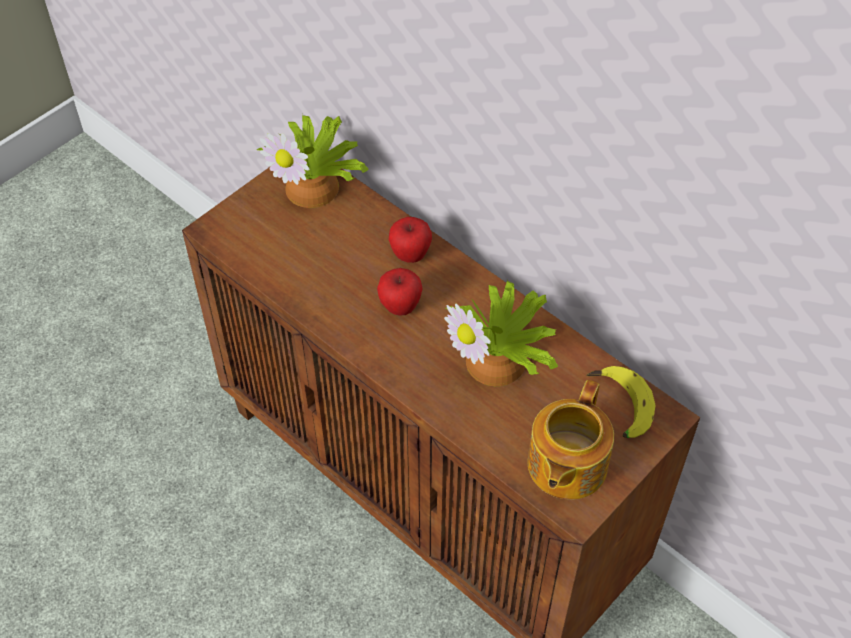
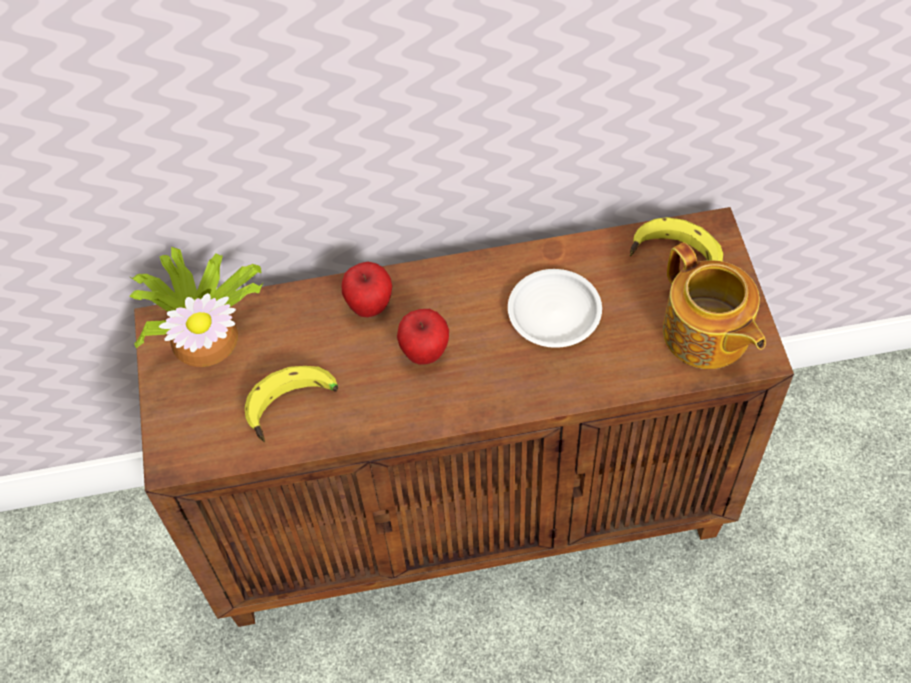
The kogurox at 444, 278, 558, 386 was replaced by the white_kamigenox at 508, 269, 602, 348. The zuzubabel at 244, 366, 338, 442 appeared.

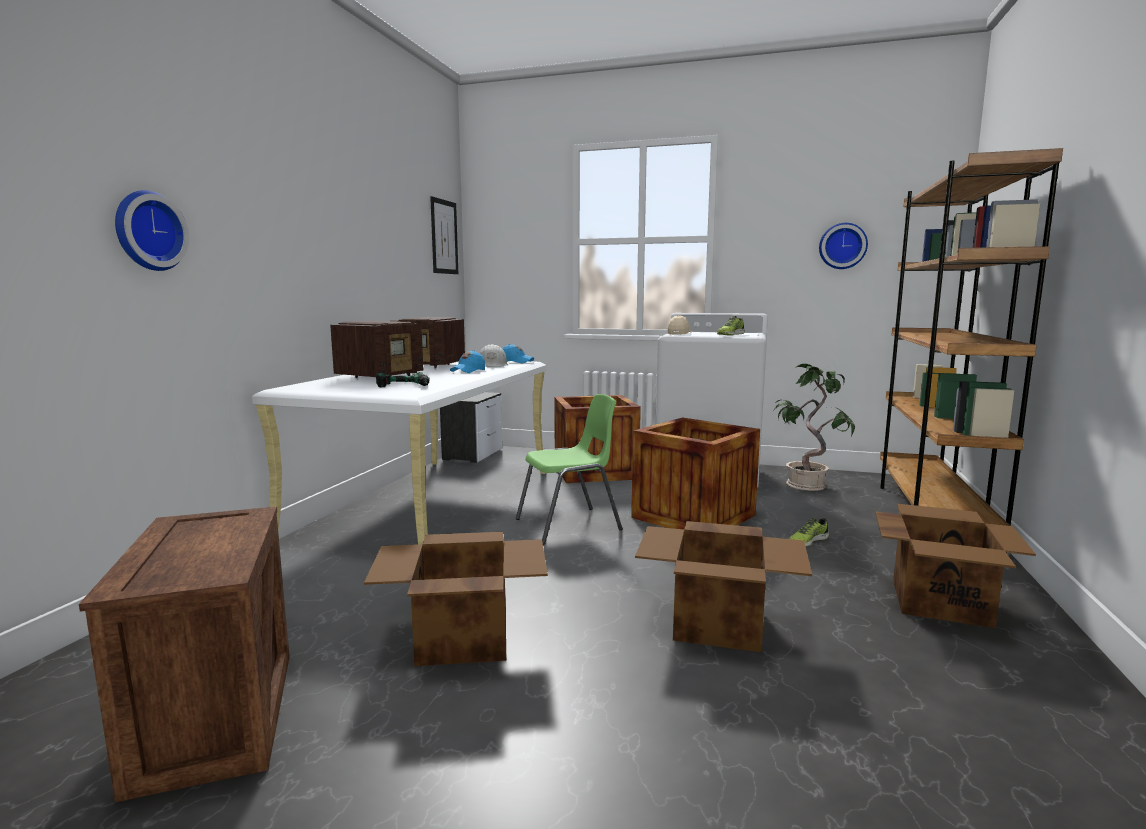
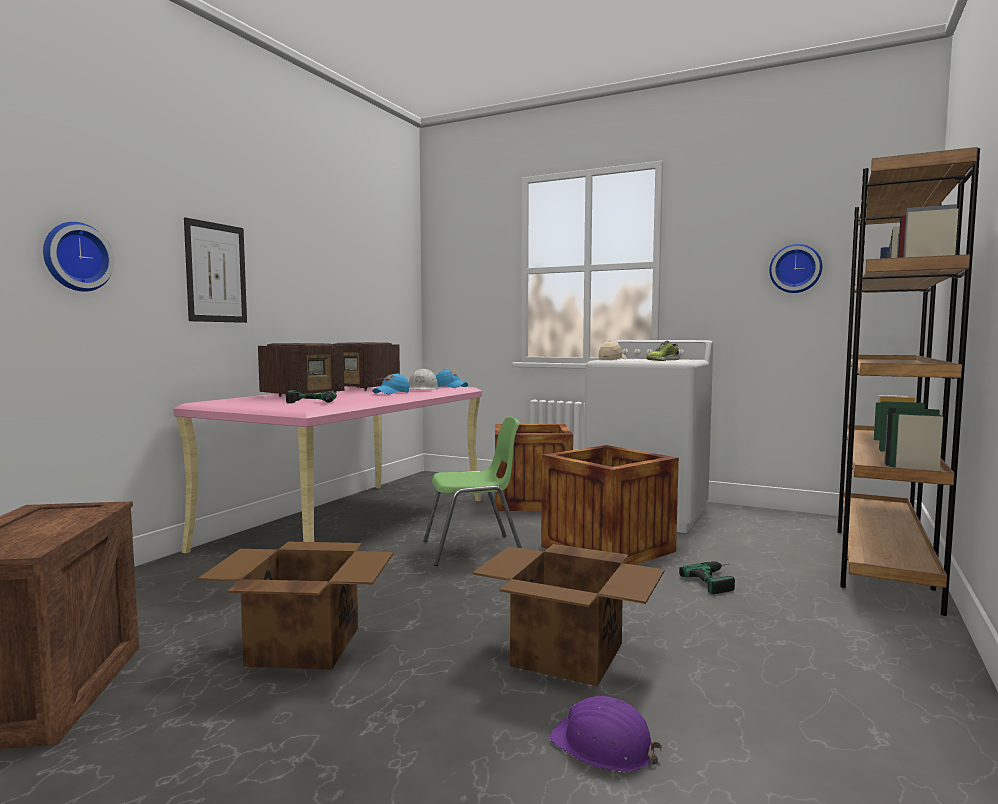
The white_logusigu at 252, 361, 547, 544 became the pink_logusigu at 173, 386, 482, 554. The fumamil moved from 430, 196, 458, 274 to 184, 217, 247, 323. The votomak at 440, 392, 502, 463 disappeared. The kogurox at 773, 364, 855, 491 disappeared. The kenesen at 789, 518, 829, 546 was replaced by the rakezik at 679, 561, 735, 594. The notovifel at 875, 504, 1036, 628 disappeared. The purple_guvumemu at 549, 696, 662, 773 appeared.

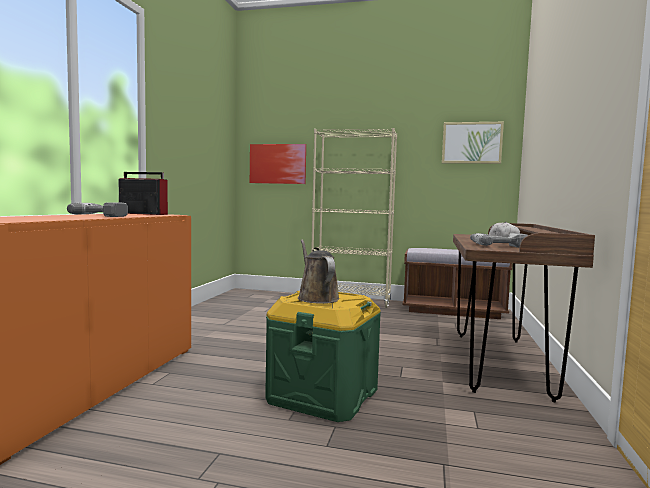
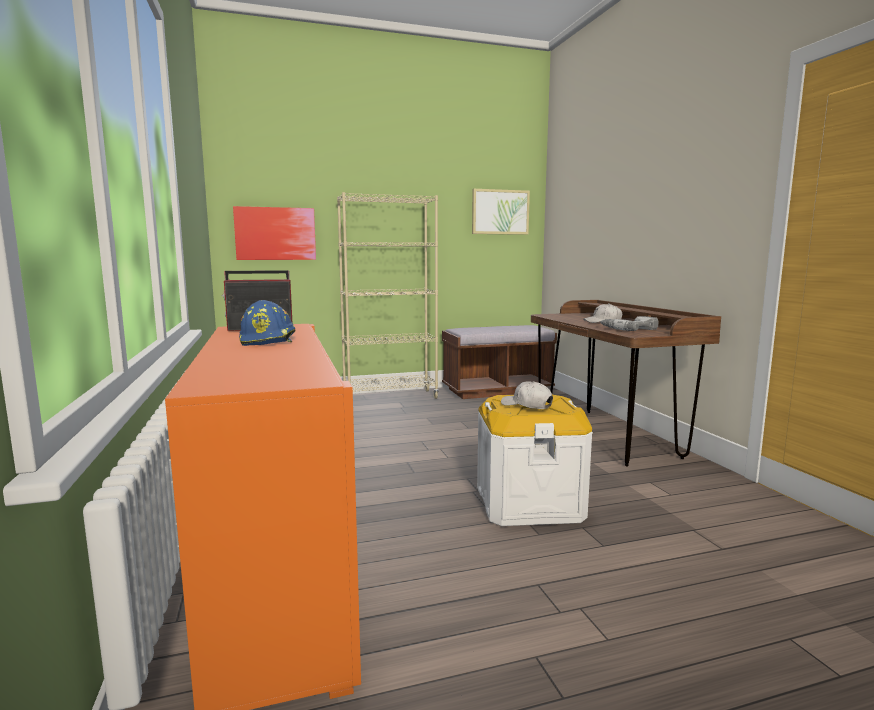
The rakezik at 67, 202, 128, 217 was replaced by the blue_guvumemu at 239, 300, 296, 346. The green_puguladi at 265, 291, 381, 422 became the white_puguladi at 477, 395, 593, 526. The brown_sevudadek at 298, 239, 340, 304 was replaced by the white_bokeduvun at 501, 381, 553, 409.

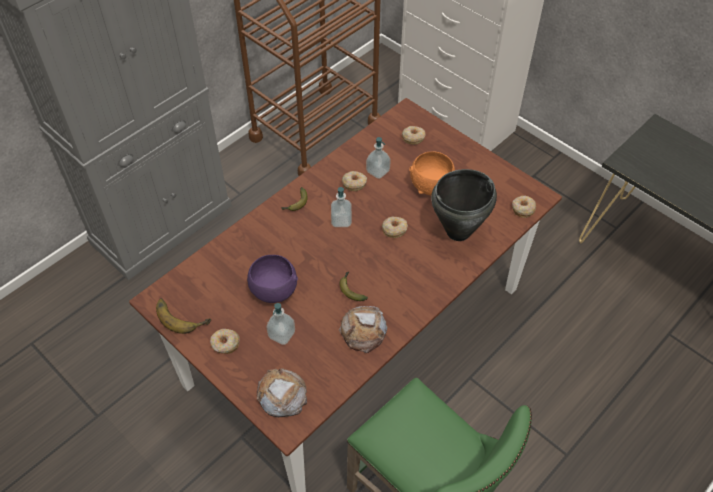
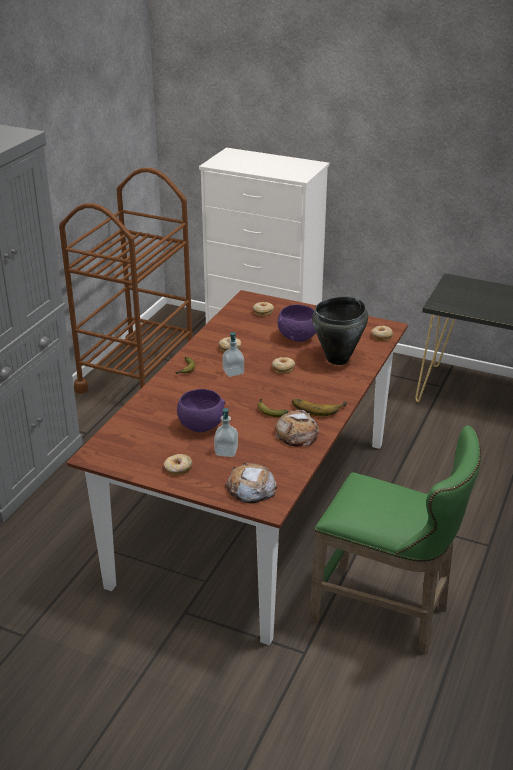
The zuzubabel moved from 156, 298, 211, 334 to 292, 399, 347, 416. The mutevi at 366, 137, 391, 179 disappeared. The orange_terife at 409, 151, 455, 195 became the purple_terife at 277, 305, 316, 342.

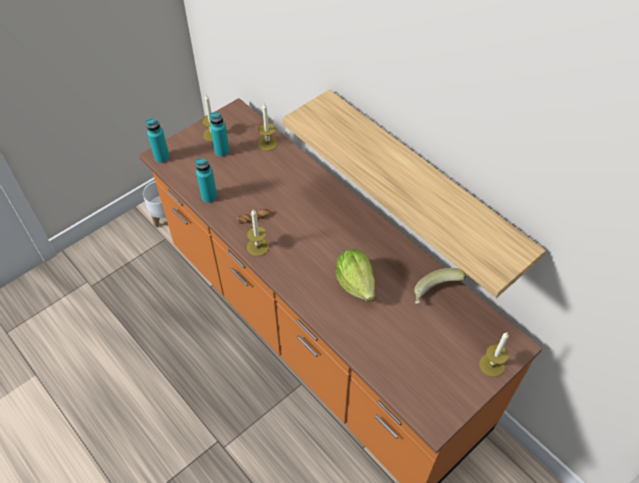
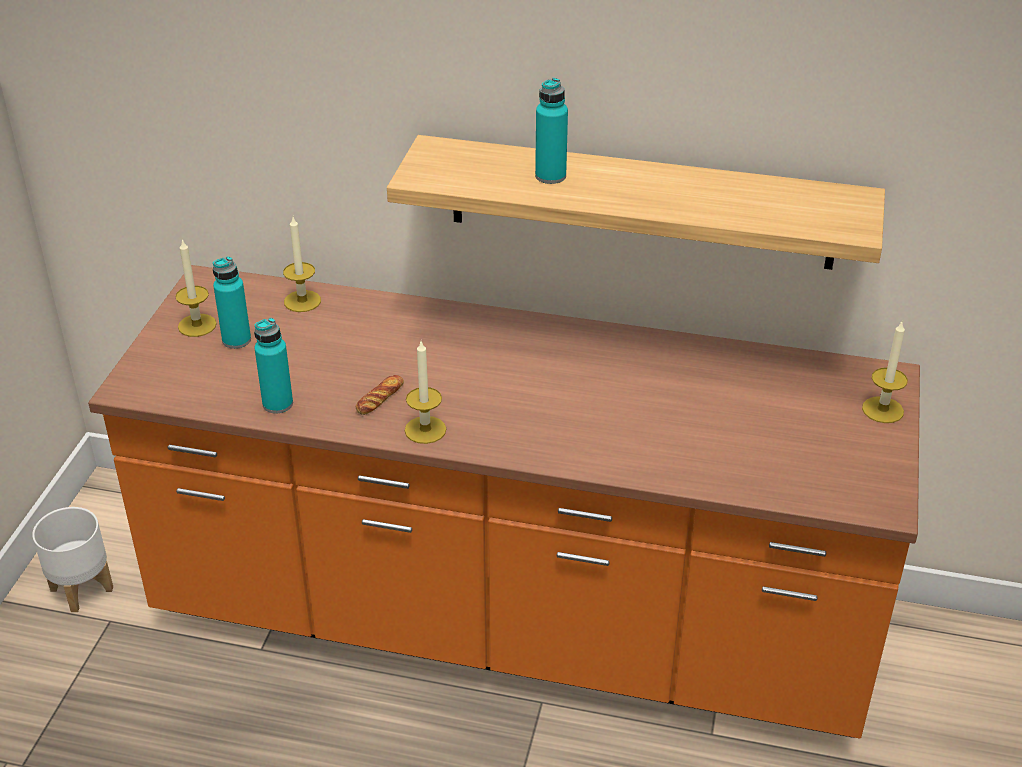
The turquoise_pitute moved from 146, 118, 170, 163 to 535, 78, 568, 184. The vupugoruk at 335, 249, 375, 302 disappeared. The zuzubabel at 414, 268, 466, 304 disappeared.

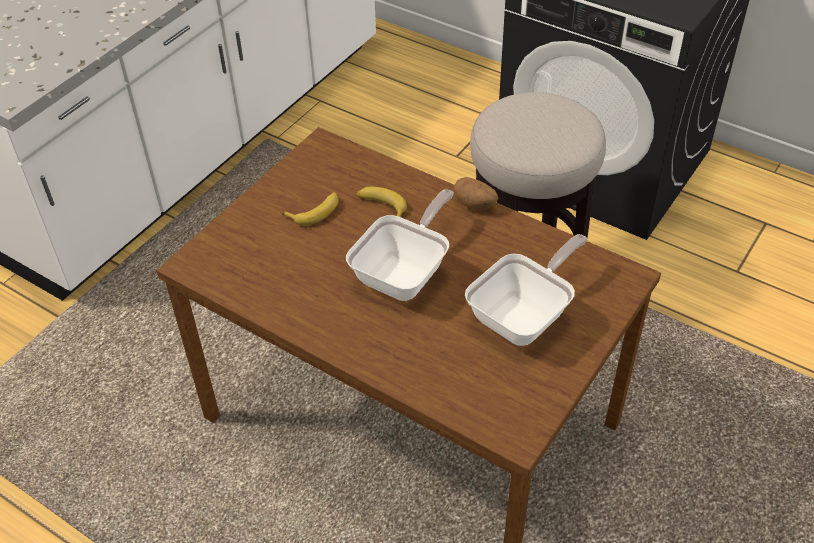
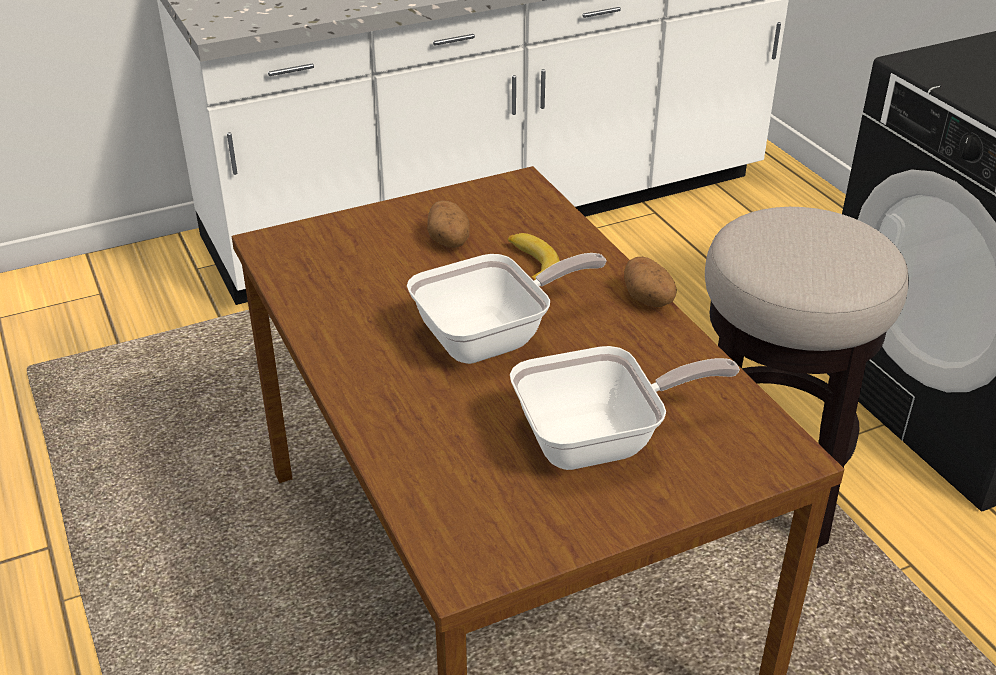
The zuzubabel at 282, 192, 339, 226 was replaced by the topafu at 427, 201, 470, 248.

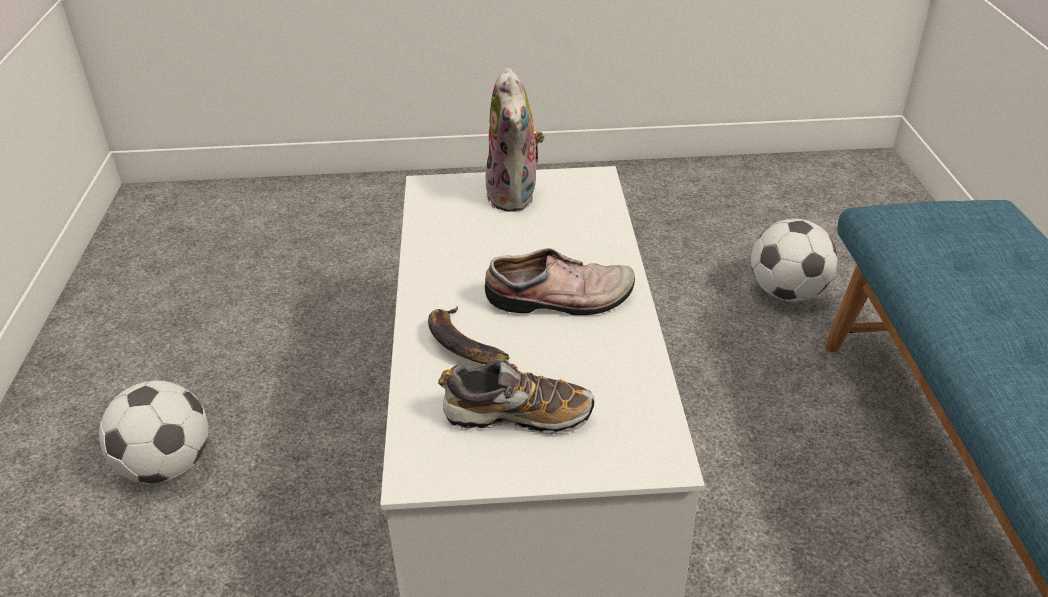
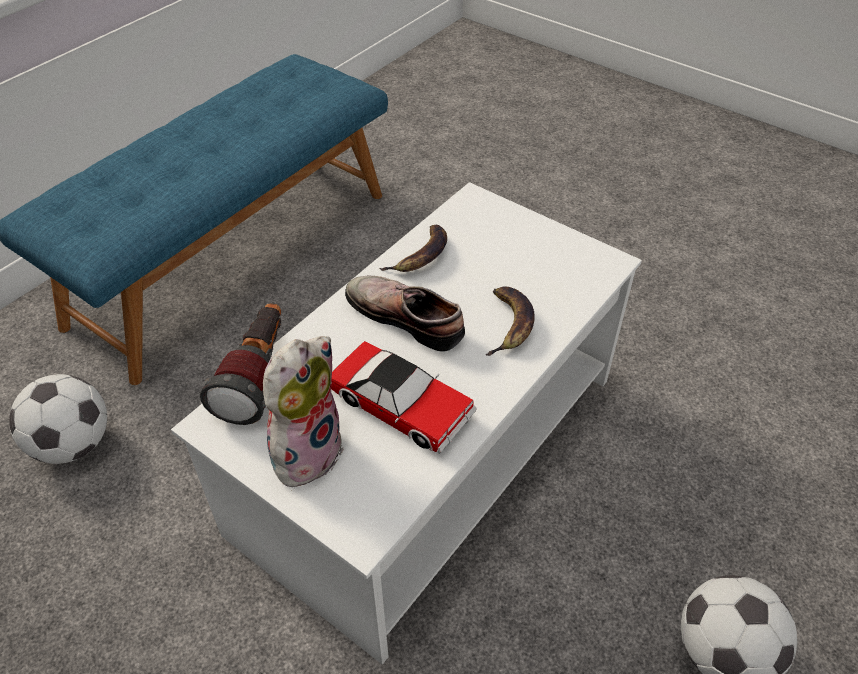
The kenesen at 438, 359, 595, 434 disappeared. The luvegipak at 200, 303, 281, 425 appeared. The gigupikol at 331, 341, 477, 454 appeared. The zuzubabel at 379, 225, 447, 272 appeared.

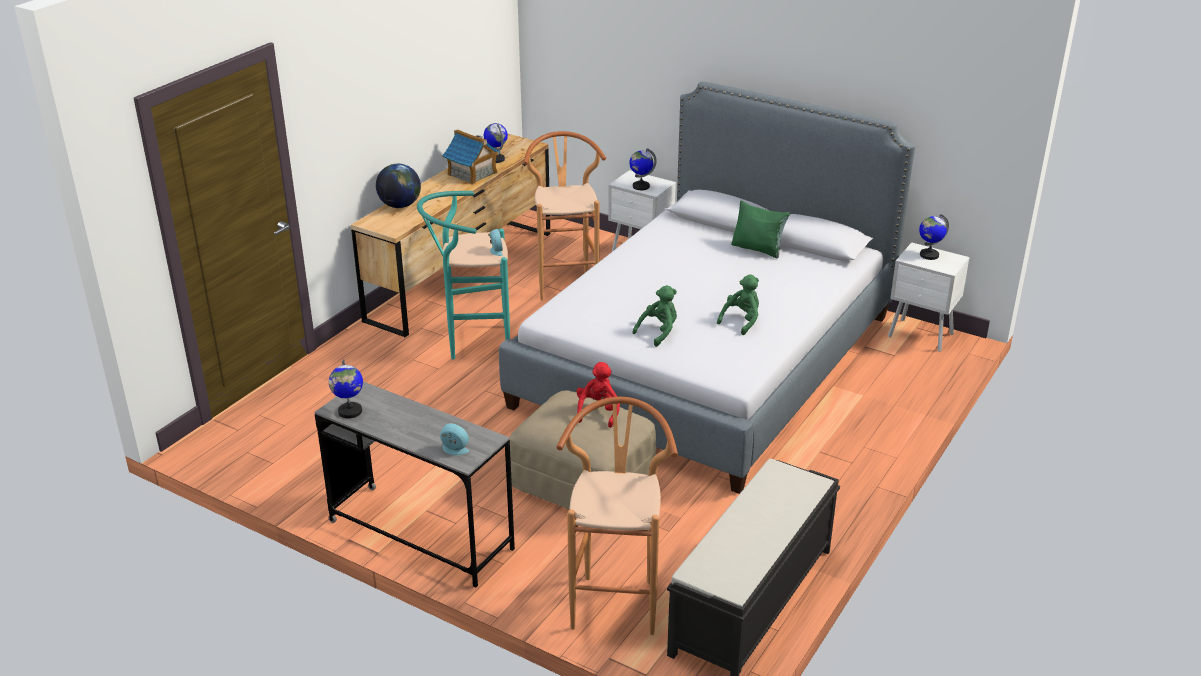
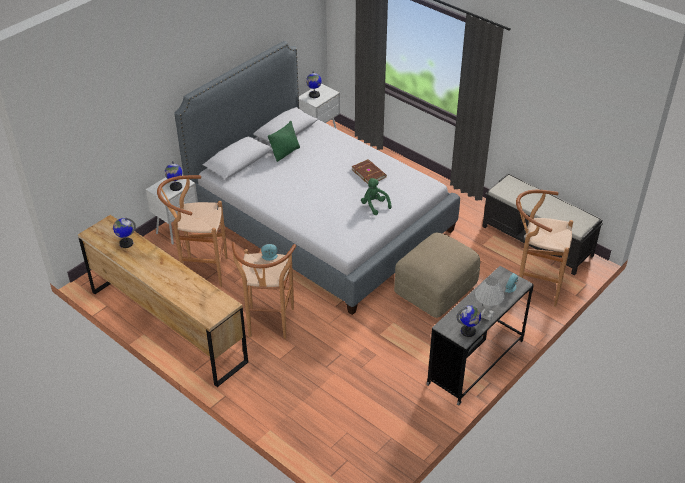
The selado at 376, 164, 421, 208 disappeared. The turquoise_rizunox at 417, 191, 510, 360 became the brown_rizunox at 232, 242, 296, 339. The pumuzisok at 442, 129, 501, 185 disappeared. The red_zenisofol at 576, 362, 620, 428 disappeared. The green_zenisofol at 717, 274, 759, 335 was replaced by the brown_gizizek at 351, 159, 387, 184. The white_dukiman at 475, 276, 505, 320 appeared.

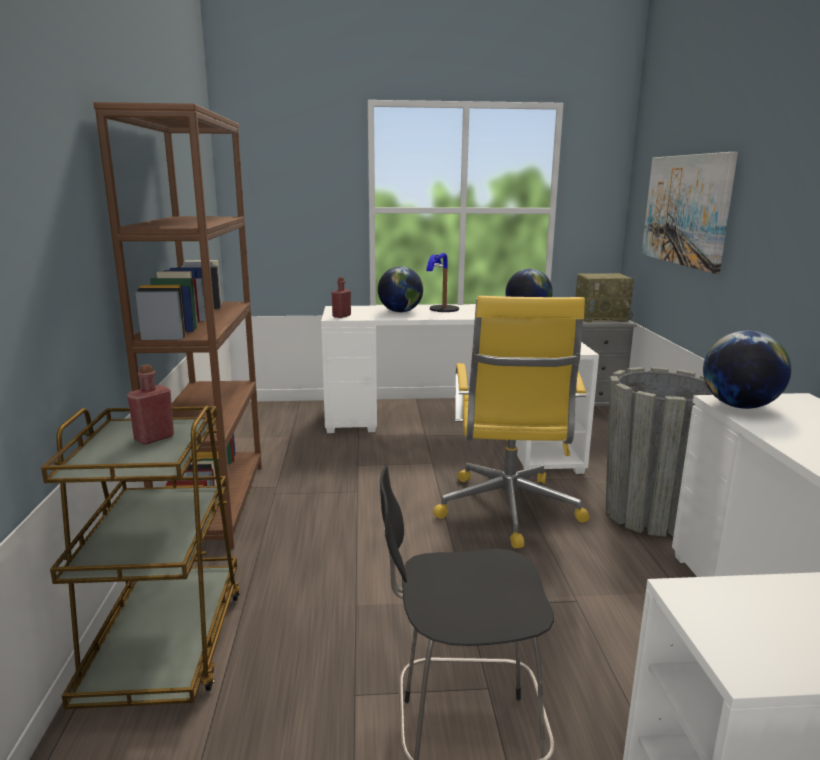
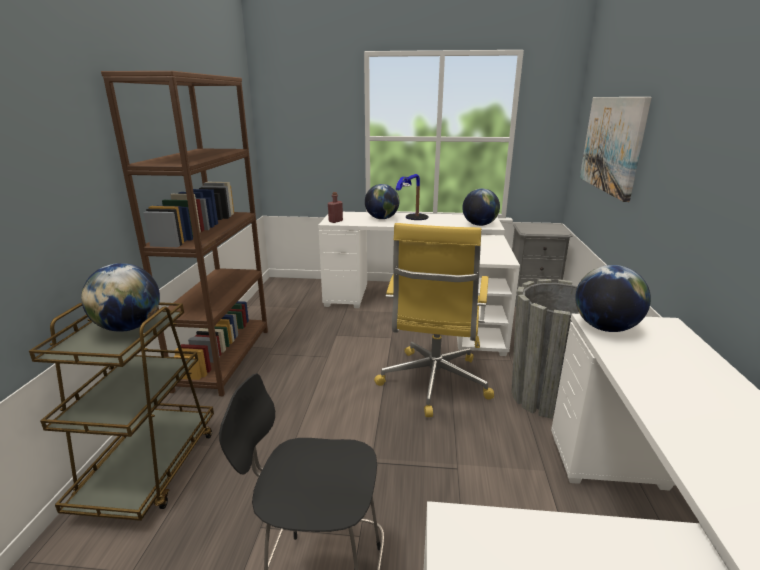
The red_pitute at 127, 364, 174, 445 was replaced by the selado at 81, 263, 160, 332. The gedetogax at 576, 273, 634, 322 disappeared.

